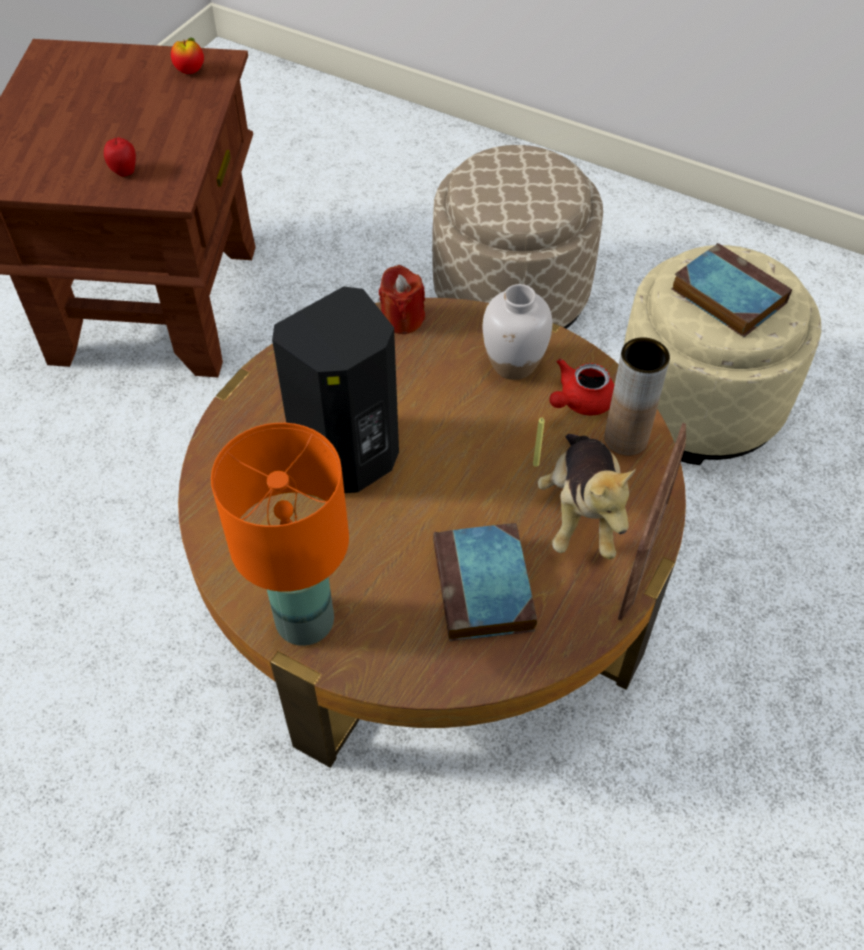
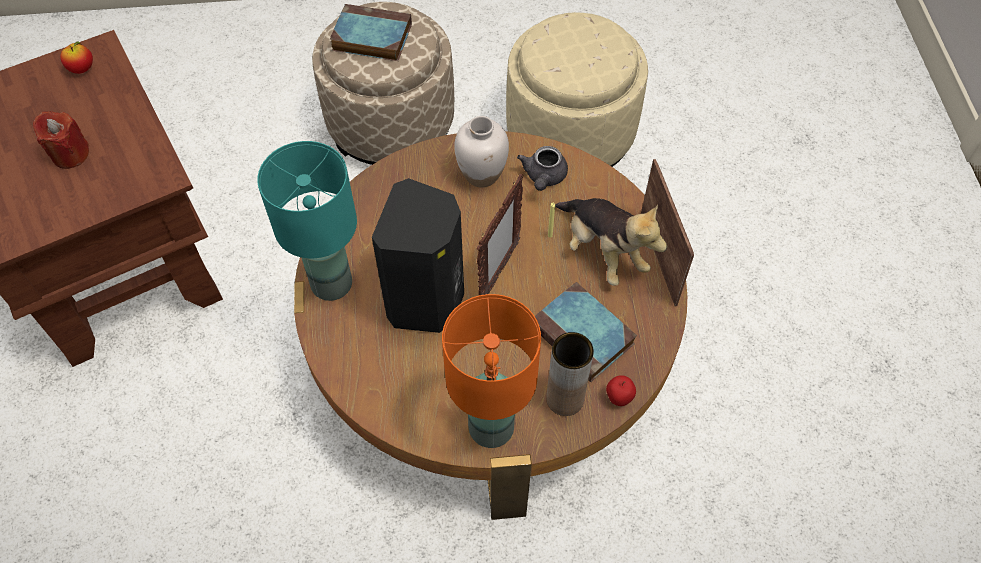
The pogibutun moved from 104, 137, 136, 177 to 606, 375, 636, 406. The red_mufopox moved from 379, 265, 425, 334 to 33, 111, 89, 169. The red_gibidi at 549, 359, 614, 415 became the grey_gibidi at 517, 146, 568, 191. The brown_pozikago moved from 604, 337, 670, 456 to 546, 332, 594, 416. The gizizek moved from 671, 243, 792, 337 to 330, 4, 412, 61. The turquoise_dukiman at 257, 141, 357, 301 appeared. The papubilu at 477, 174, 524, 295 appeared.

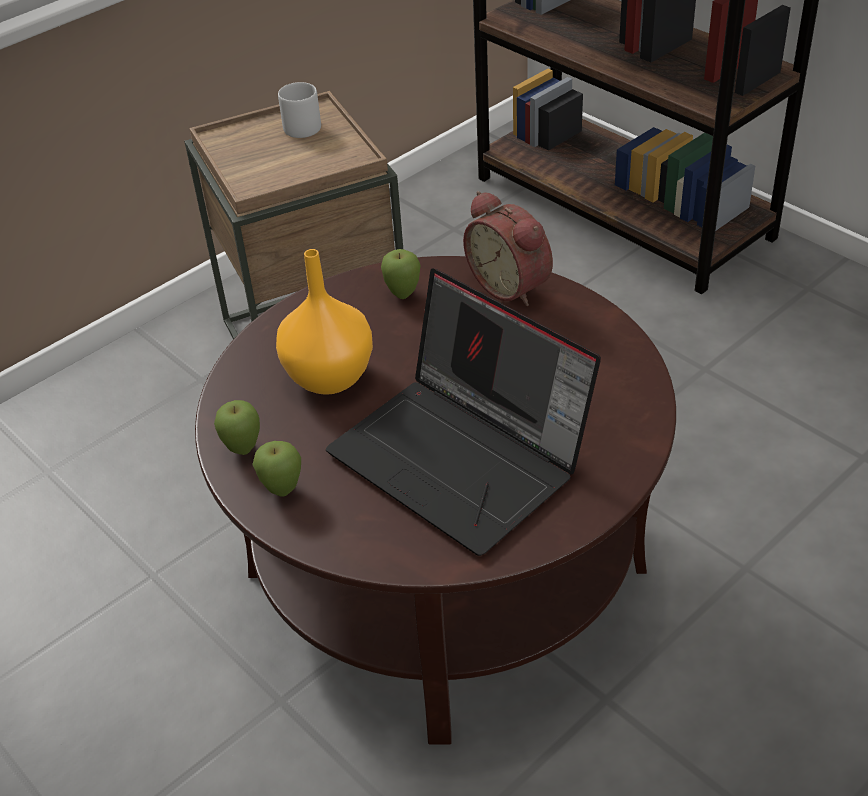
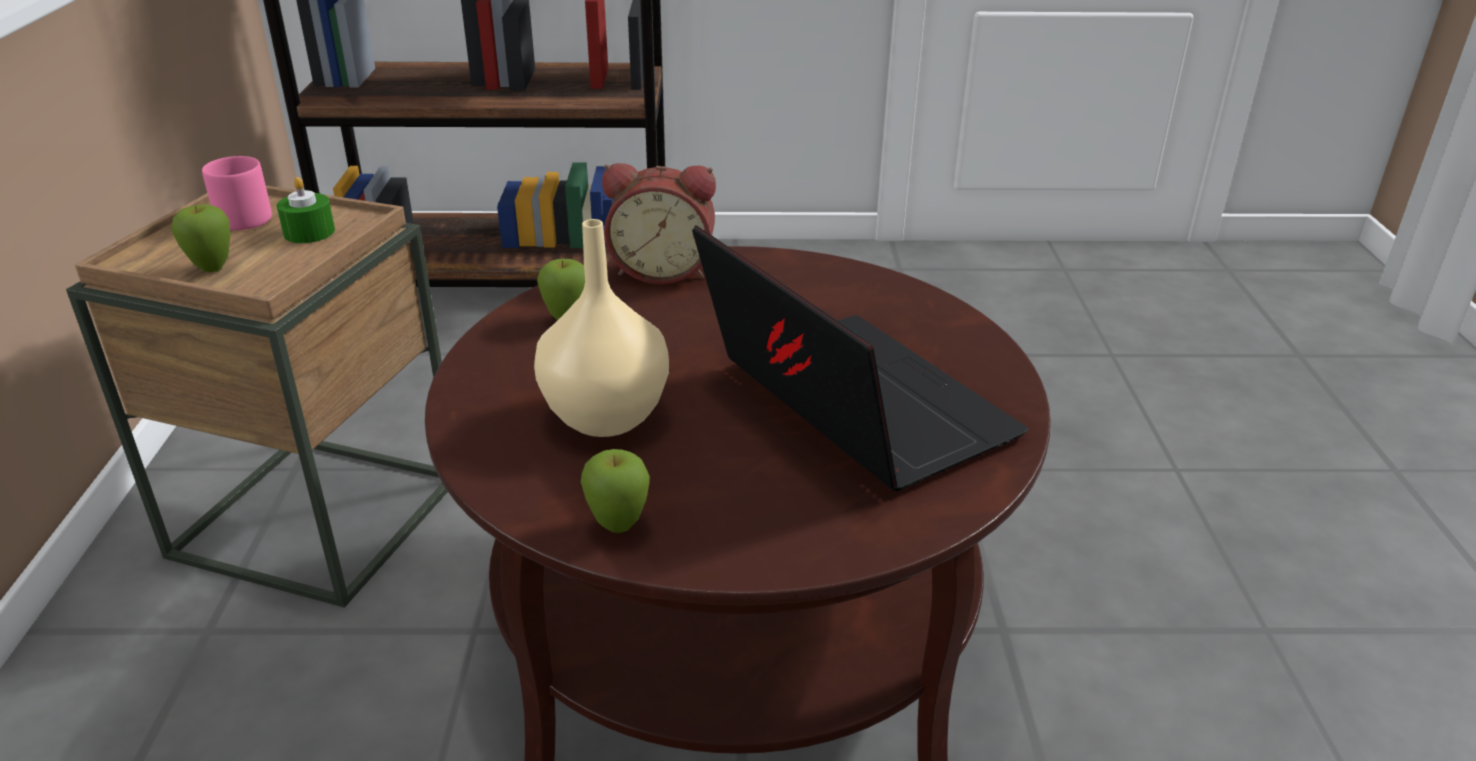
The pogibutun moved from 252, 441, 301, 497 to 172, 204, 230, 272. The orange_pozikago at 276, 249, 373, 395 became the beige_pozikago at 534, 219, 669, 437. The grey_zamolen at 278, 82, 321, 138 became the pink_zamolen at 202, 156, 272, 230. The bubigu at 326, 269, 601, 556 turned 120 degrees counterclockwise. The green_mufopox at 277, 177, 335, 243 appeared.

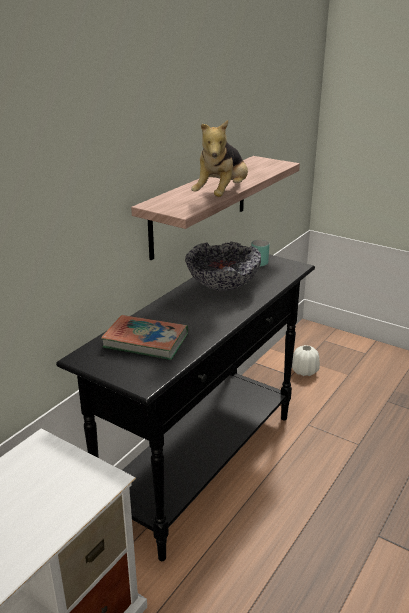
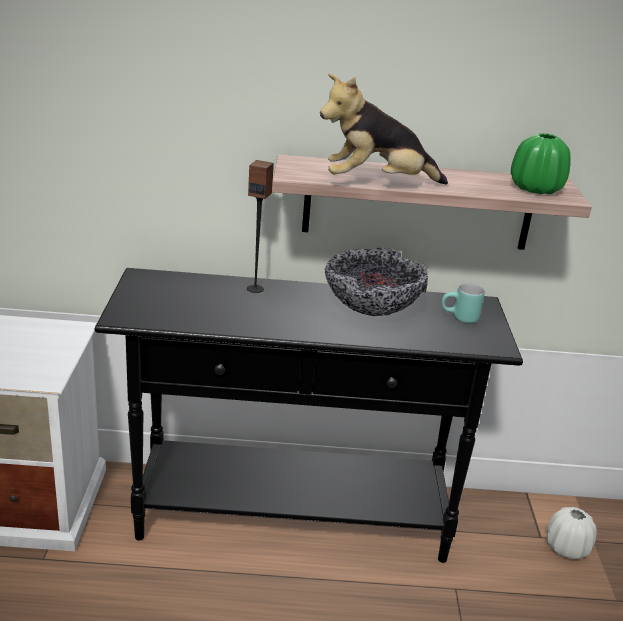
The gizizek at 101, 315, 188, 360 disappeared. The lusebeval at 247, 160, 274, 293 appeared. The green_pozikago at 511, 133, 571, 194 appeared.

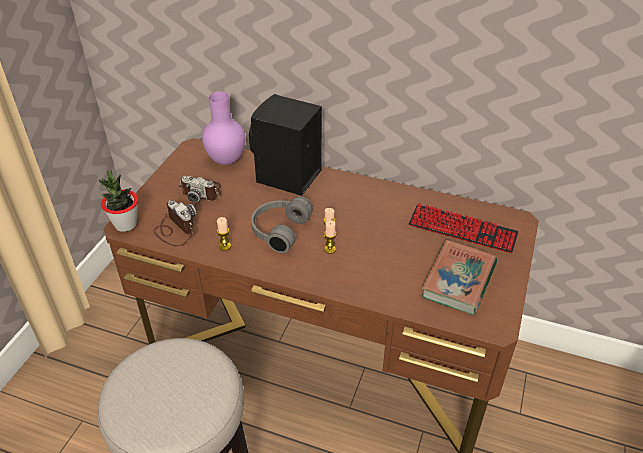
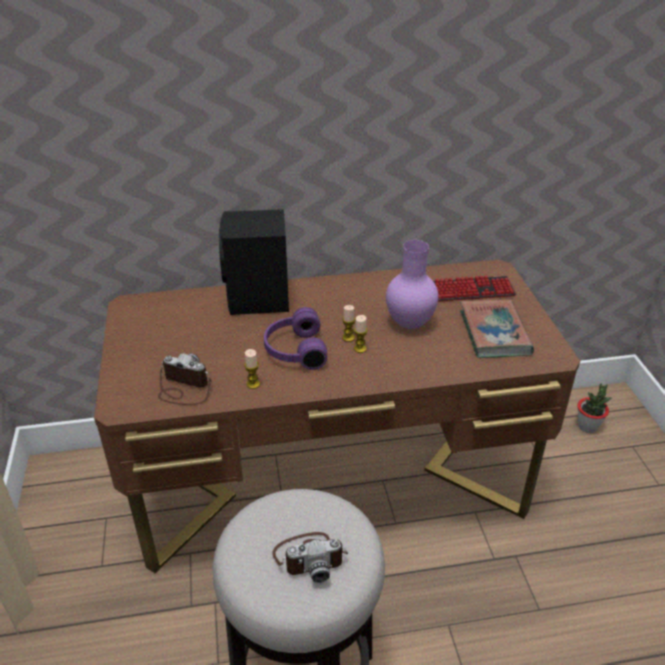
The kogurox moved from 99, 171, 138, 232 to 577, 383, 612, 433. The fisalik moved from 179, 176, 221, 202 to 272, 532, 348, 583. The purple_pozikago moved from 202, 92, 245, 165 to 386, 240, 438, 329. The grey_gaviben at 251, 196, 313, 253 became the purple_gaviben at 264, 307, 327, 370.

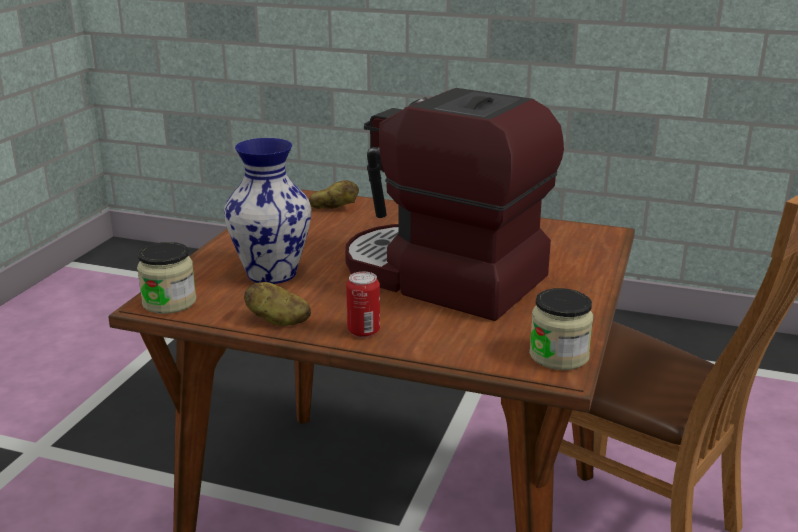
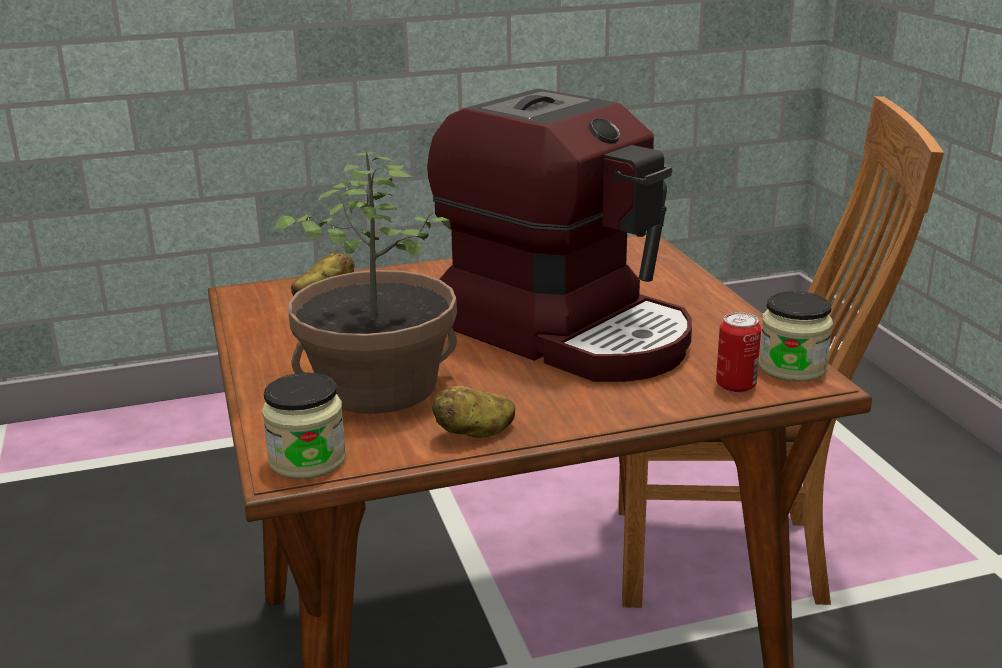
The pozikago at 224, 138, 311, 284 was replaced by the kogurox at 275, 151, 457, 414. The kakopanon at 345, 88, 564, 321 turned 135 degrees counterclockwise. The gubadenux moved from 346, 272, 380, 338 to 716, 312, 761, 393.

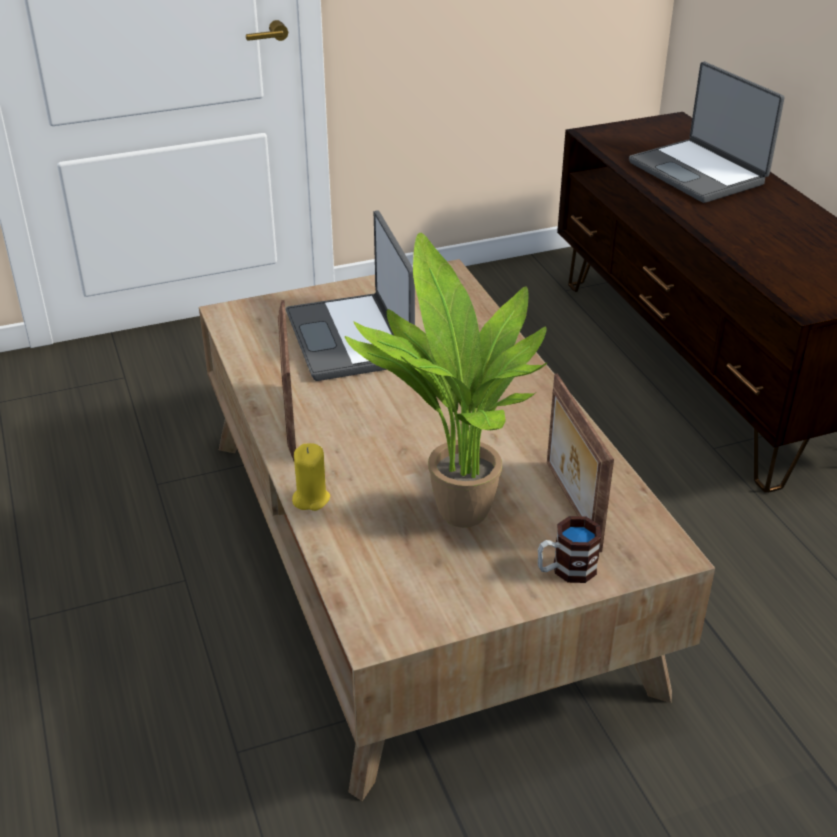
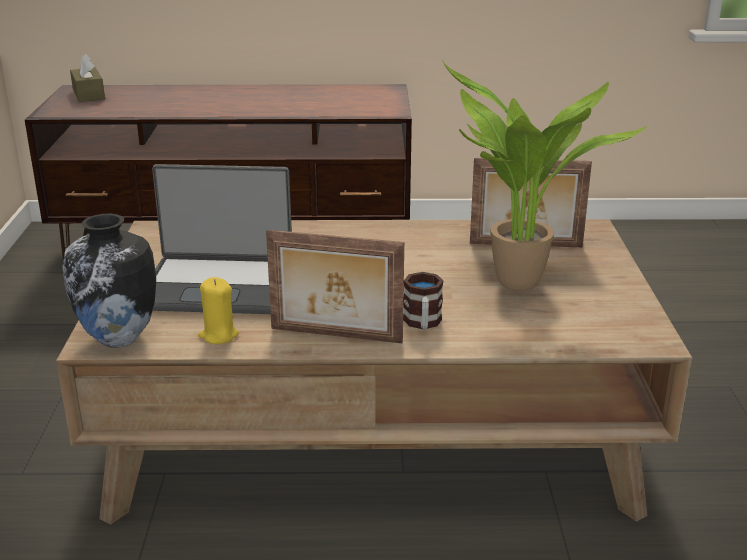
The yellow_mufopox moved from 292, 443, 330, 511 to 198, 277, 239, 344. The zamolen moved from 538, 516, 601, 583 to 403, 272, 444, 329. The bubigu at 629, 62, 784, 203 disappeared. The pozikago at 63, 214, 156, 348 appeared. The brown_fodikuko at 70, 54, 105, 102 appeared.

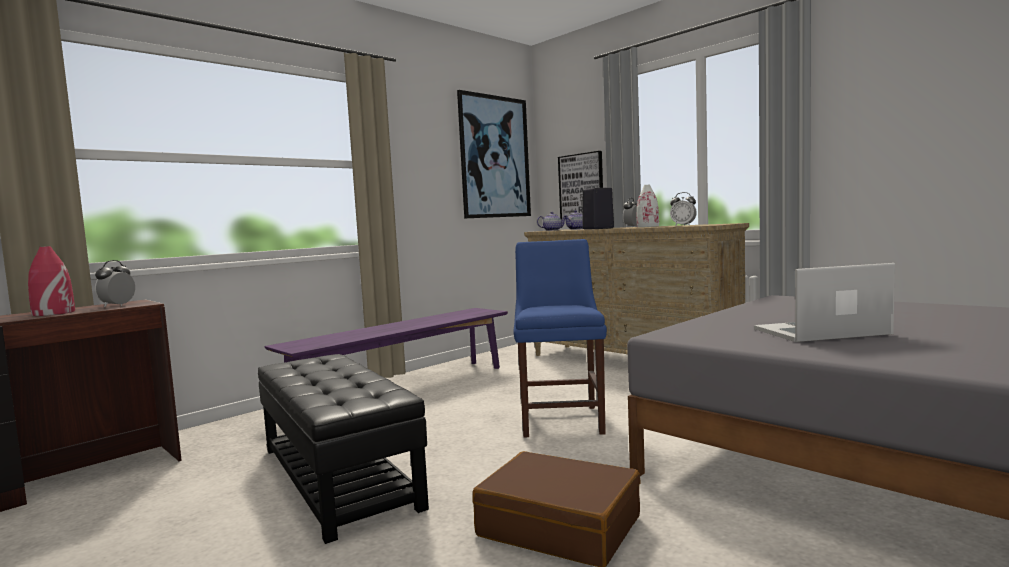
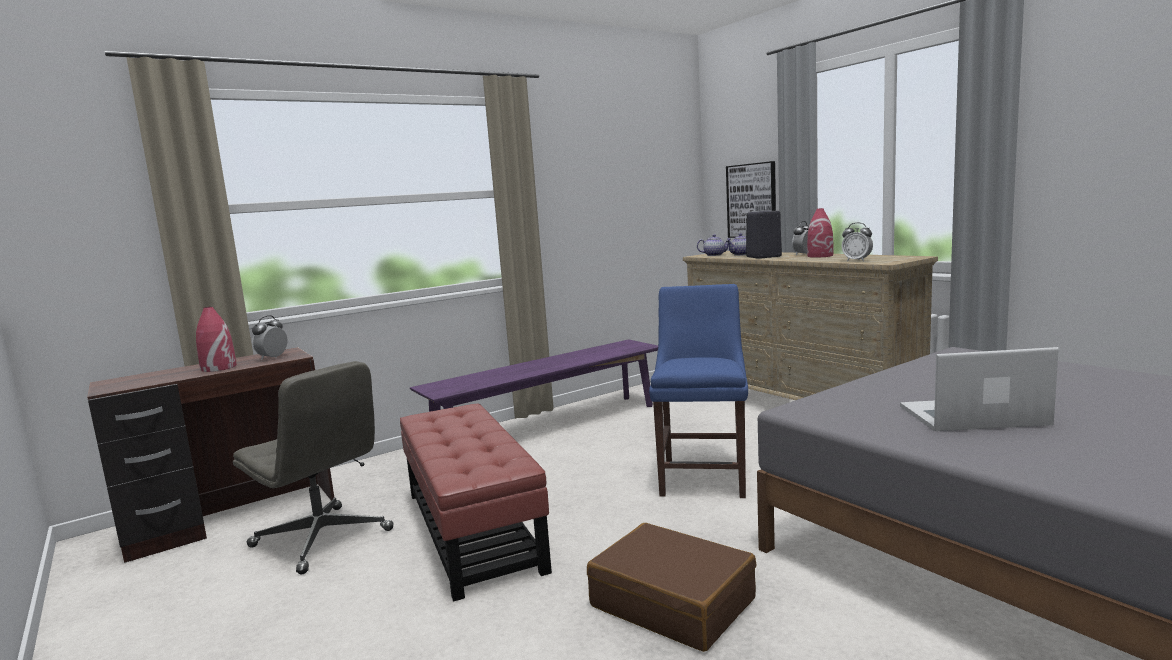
The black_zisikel at 258, 354, 429, 544 became the red_zisikel at 400, 404, 552, 602. The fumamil at 457, 90, 531, 219 disappeared. The white_pozikago at 637, 185, 659, 227 became the red_pozikago at 807, 208, 833, 258. The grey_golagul at 233, 361, 394, 574 appeared.

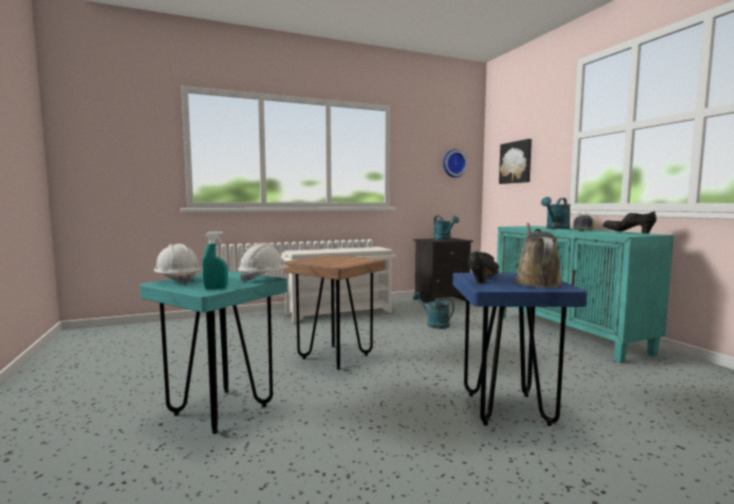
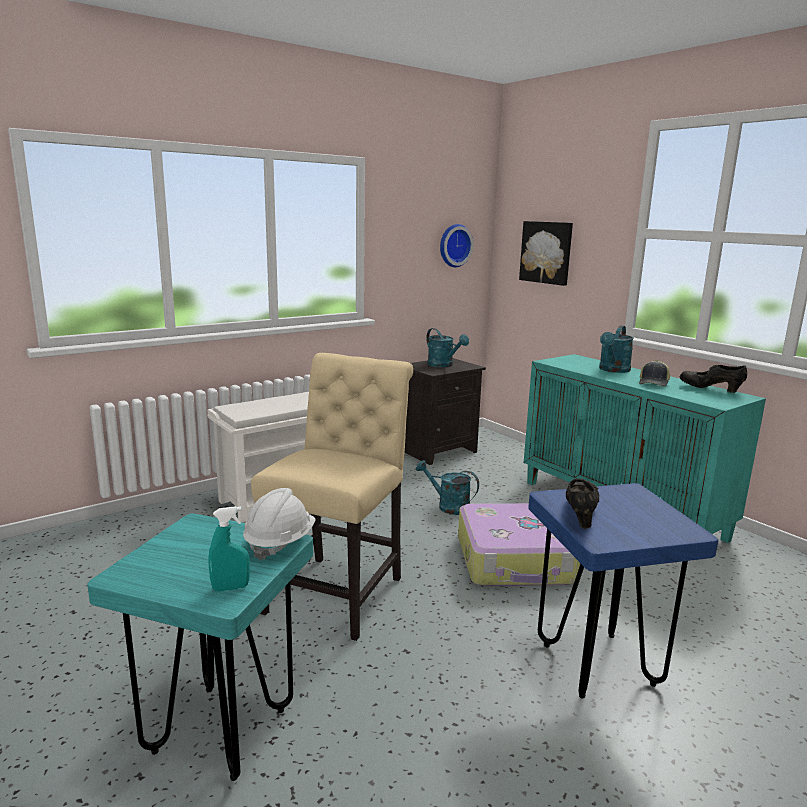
The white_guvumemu at 154, 244, 201, 285 disappeared. The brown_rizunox at 283, 255, 386, 370 was replaced by the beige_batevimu at 251, 353, 413, 641. The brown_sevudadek at 514, 223, 563, 288 disappeared. The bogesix at 458, 503, 580, 586 appeared.

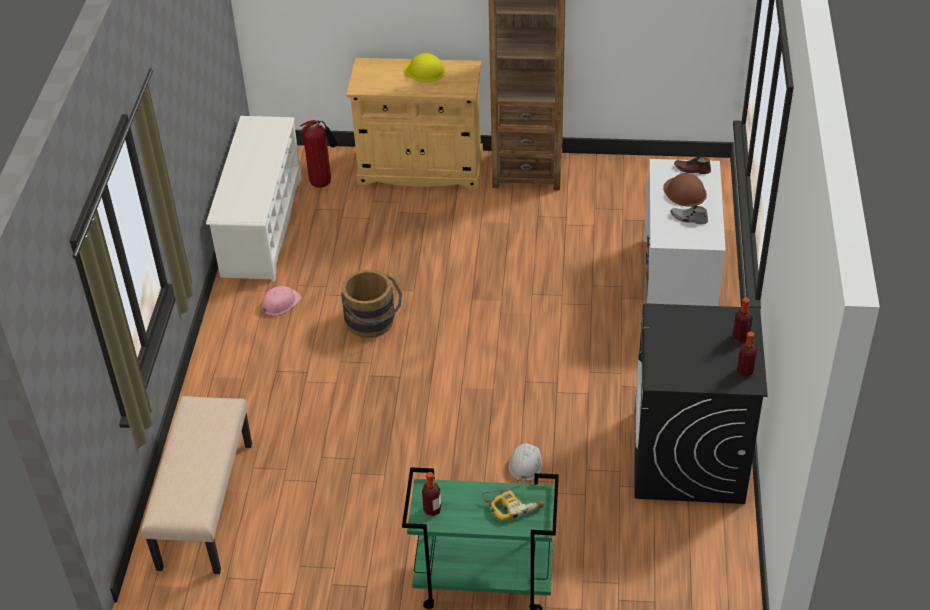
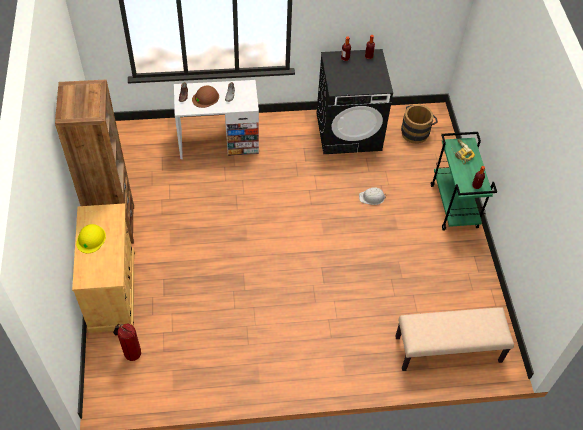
The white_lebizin at 206, 116, 302, 282 disappeared. The pink_guvumemu at 262, 286, 302, 315 disappeared. The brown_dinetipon moved from 341, 270, 402, 338 to 401, 105, 438, 144.

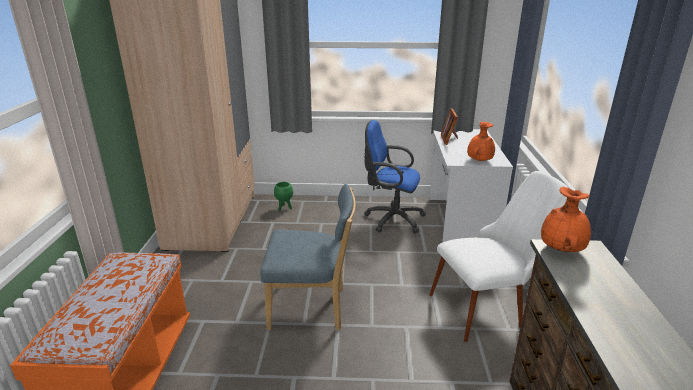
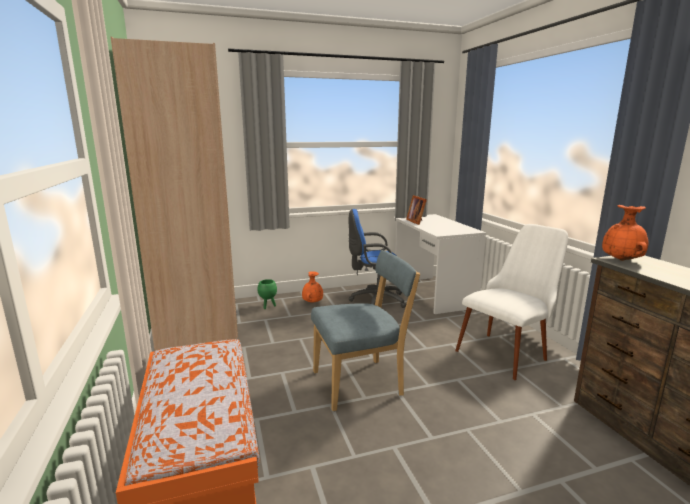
The orange_pozikago moved from 467, 122, 495, 161 to 302, 271, 323, 303.

